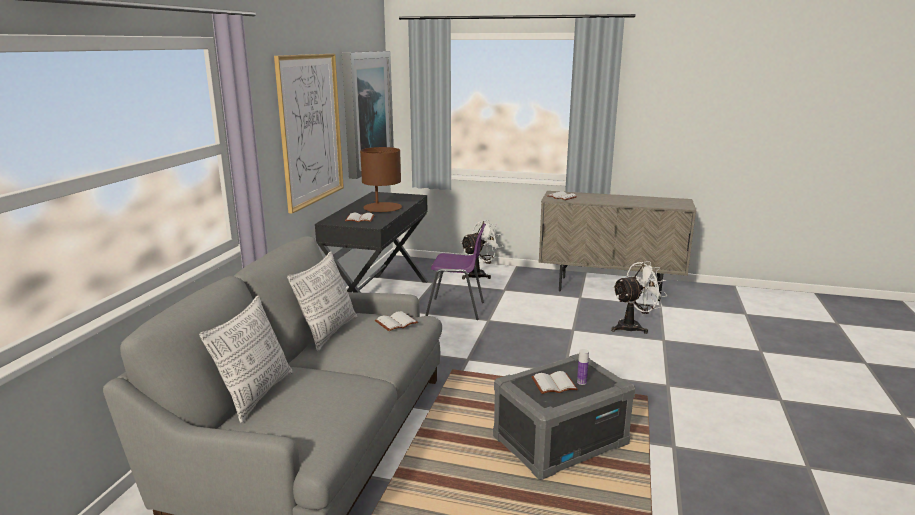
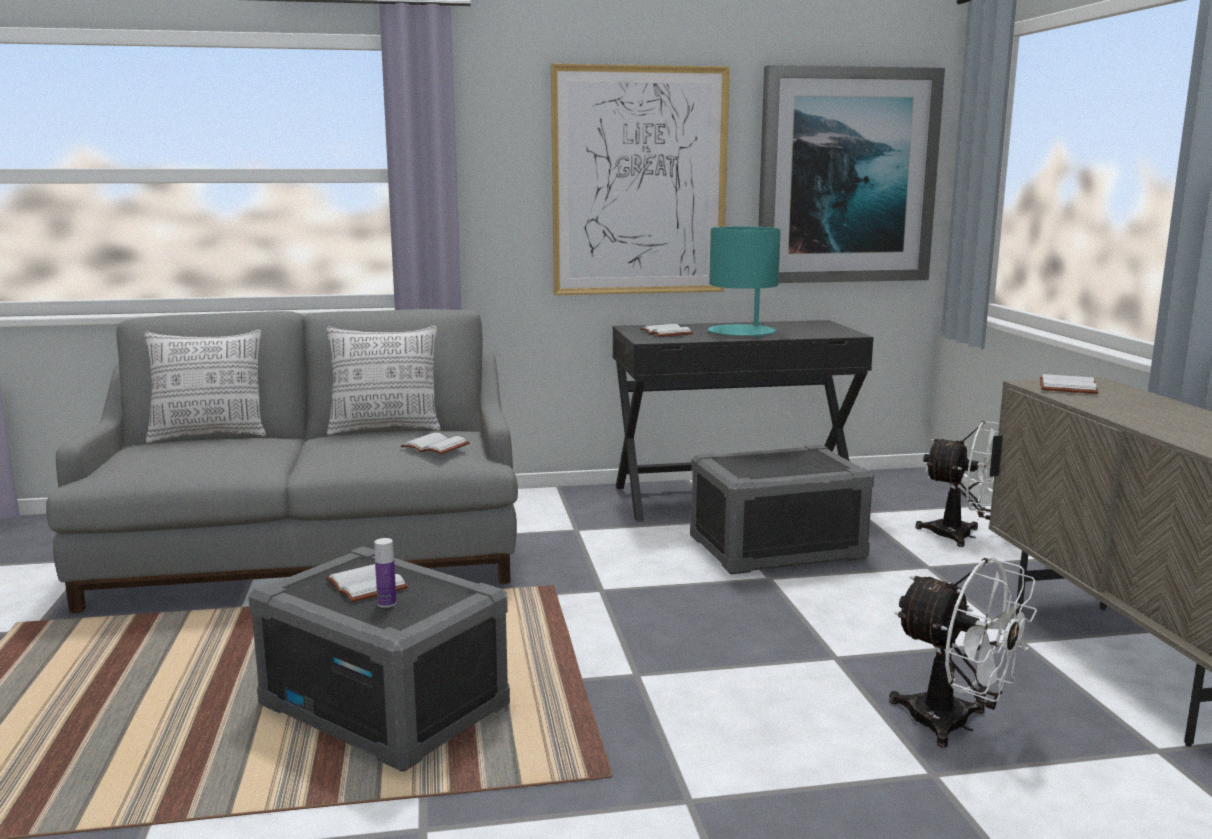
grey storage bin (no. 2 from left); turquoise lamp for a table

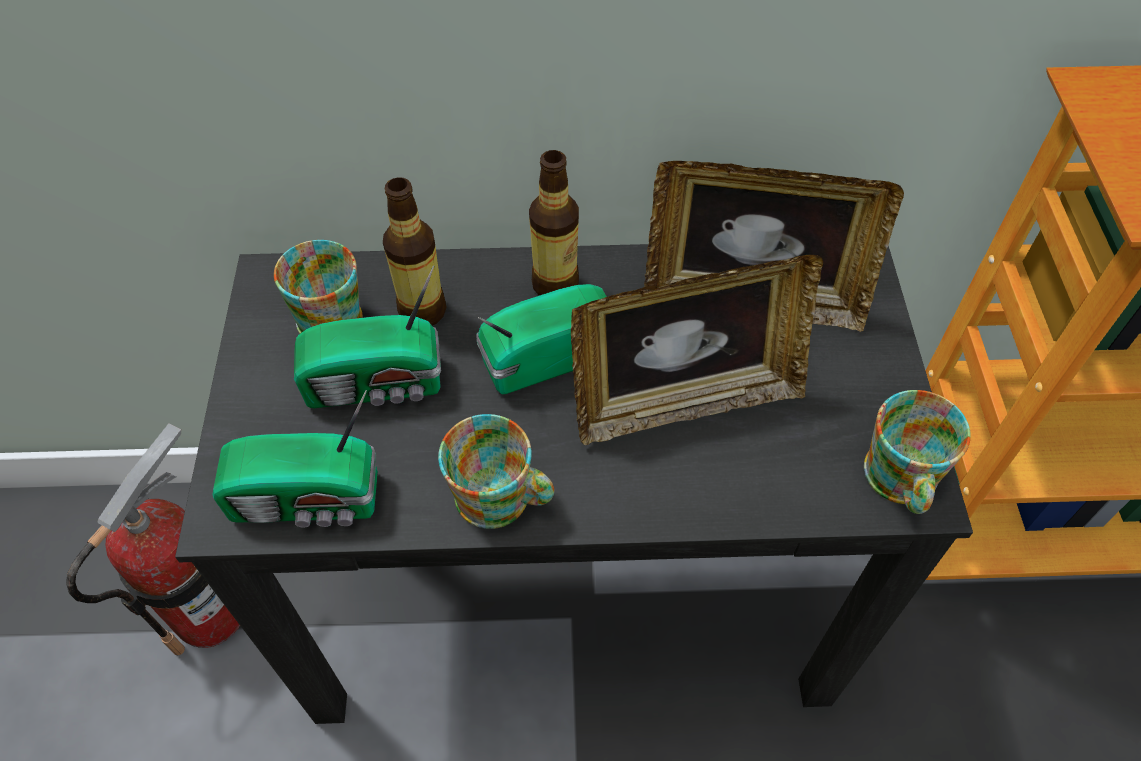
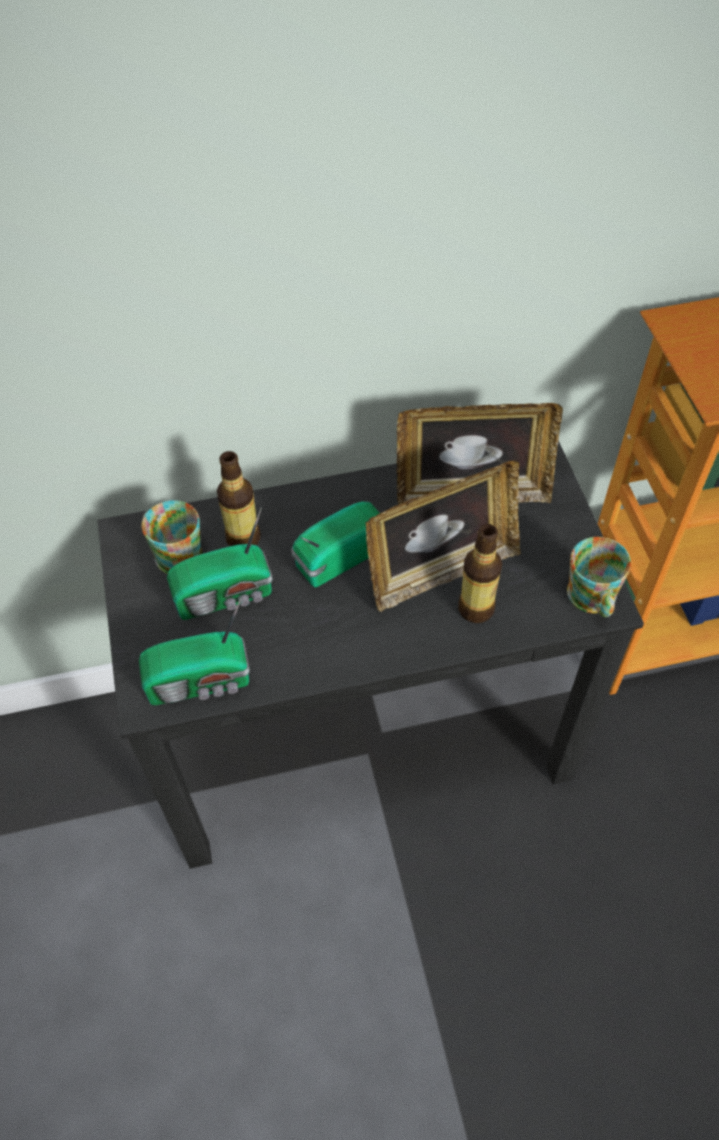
fire extinguisher; mug (no. 2 from left in the first image); bottle (no. 2 from left)

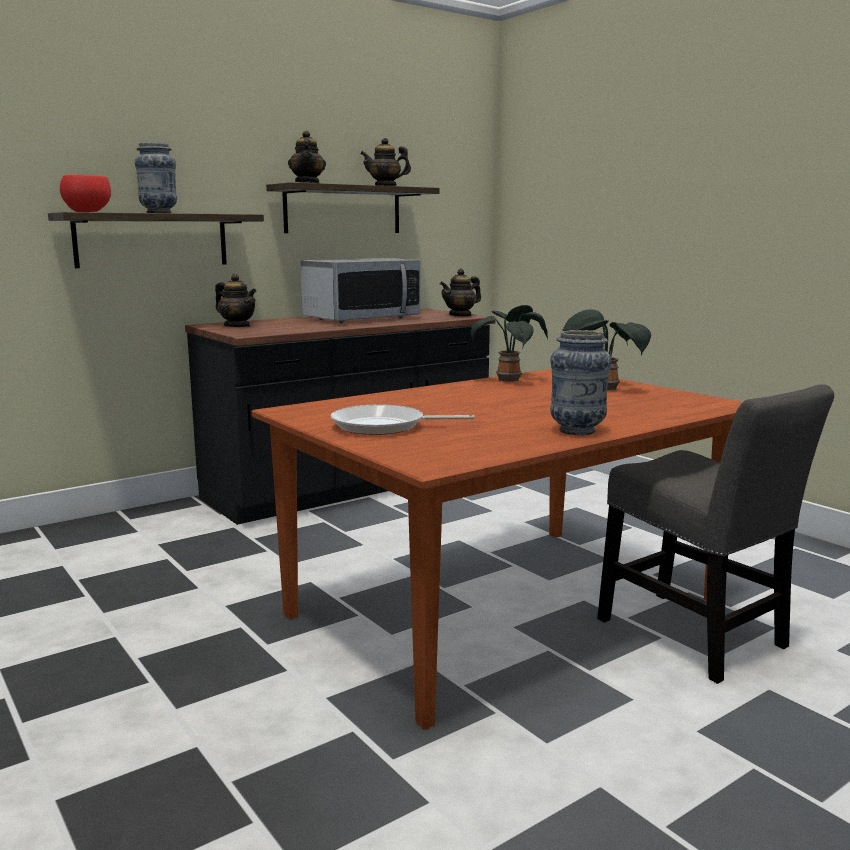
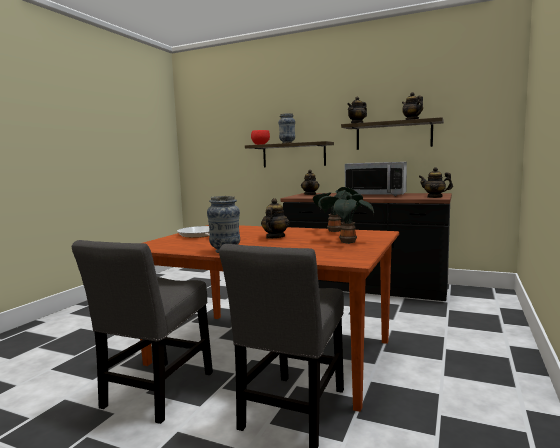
grey plain chair (no. 1 from left); tea pot (no. 1 from left)

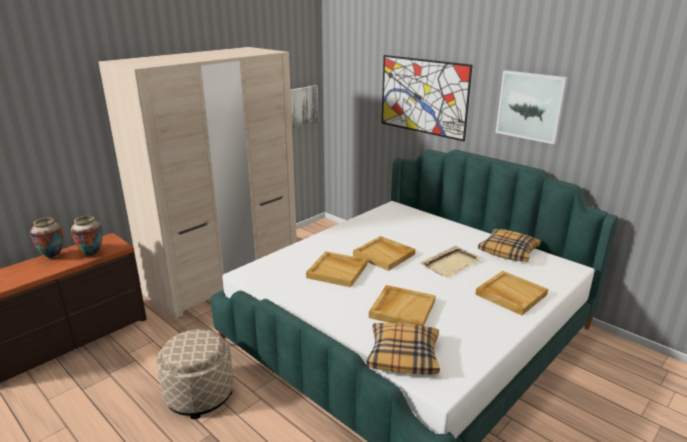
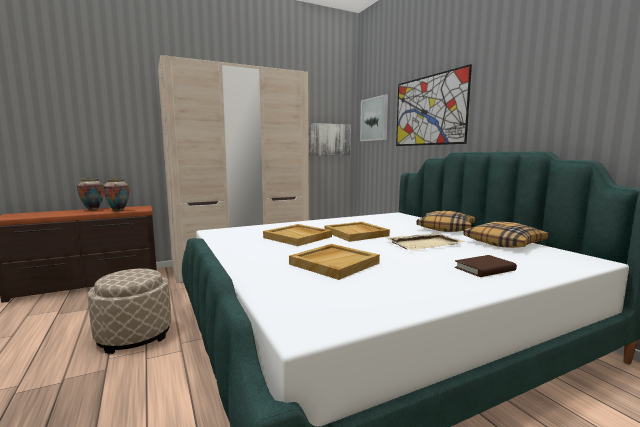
throw pillow (no. 1 from left); picture (no. 2 from left); brownish book

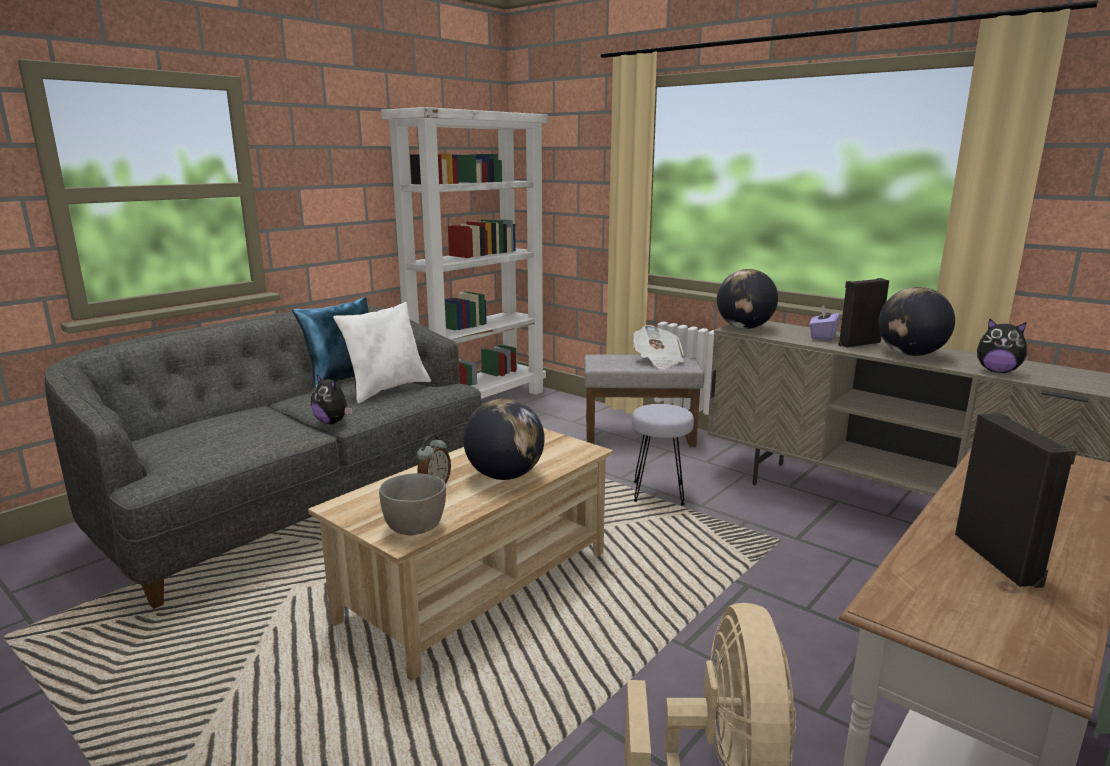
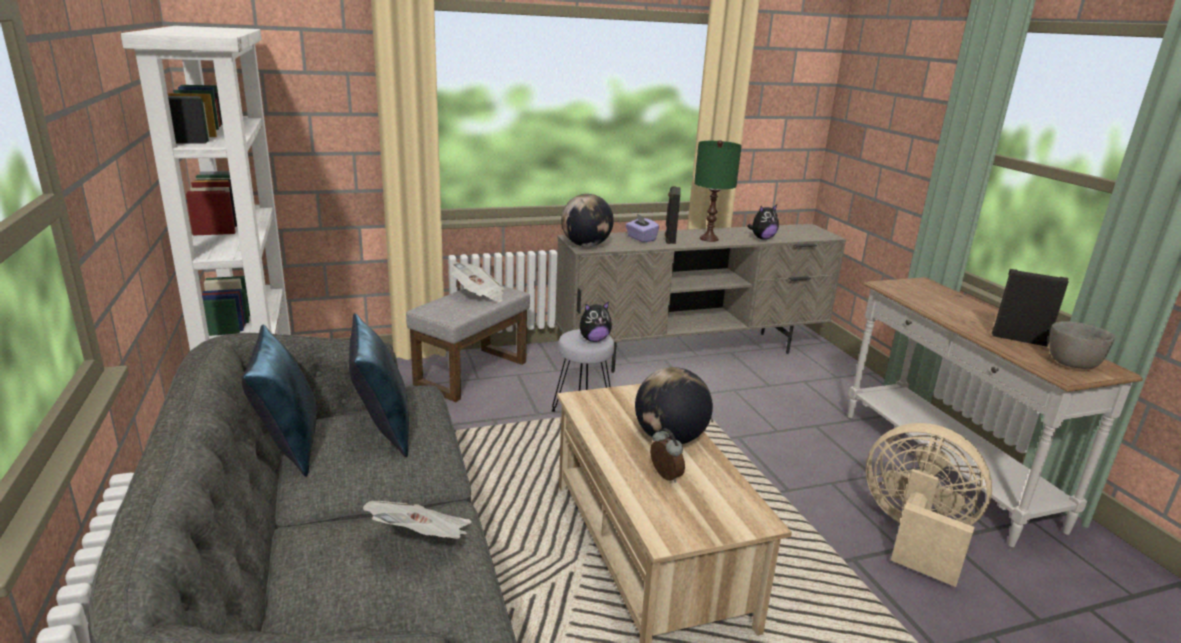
daily paper (no. 1 from left); soft toy (no. 1 from left); grey bowl; green-coloured lamp for a table; blue-coloured throw pillow (no. 2 from left)

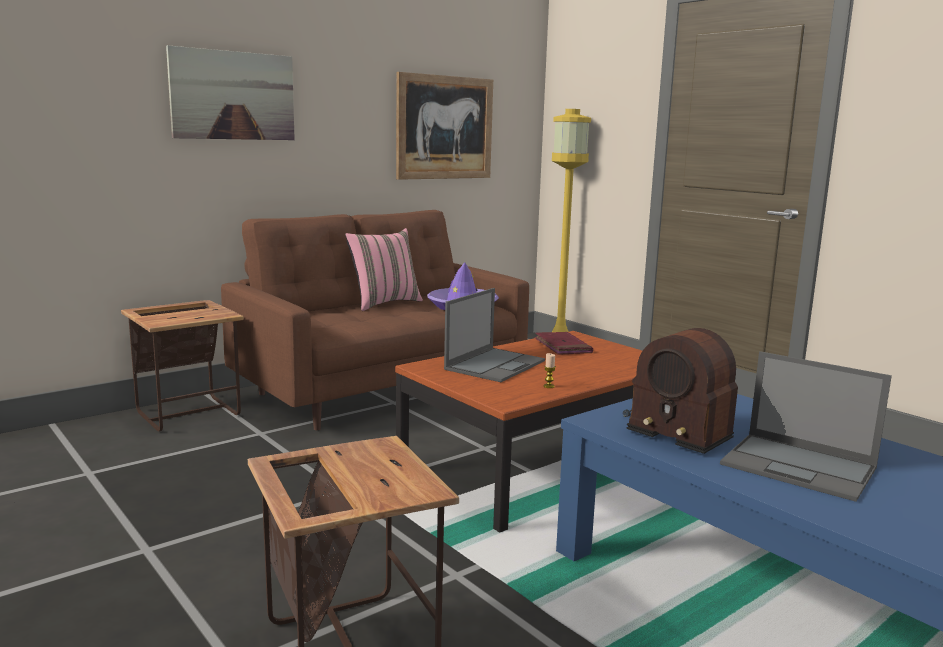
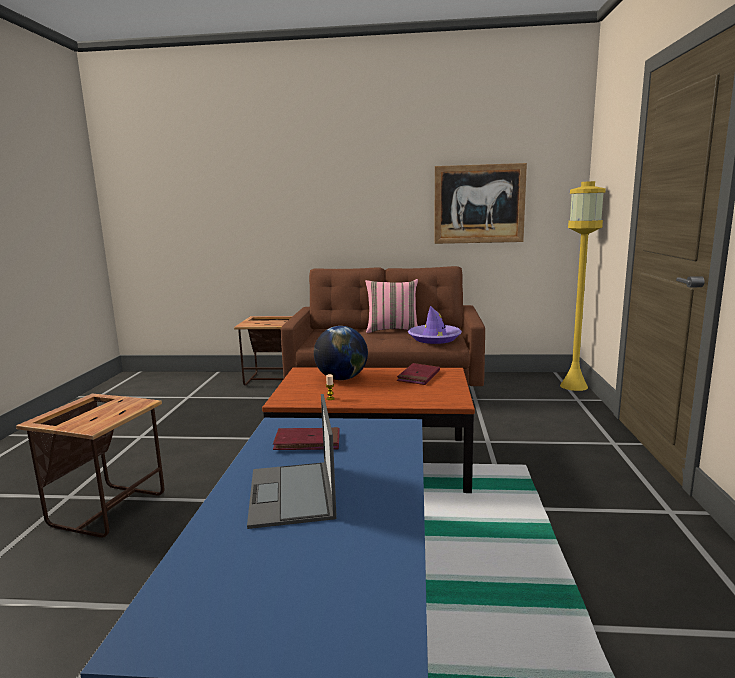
picture (no. 1 from left in the first image); desk globe; reddish book (no. 1 from left)

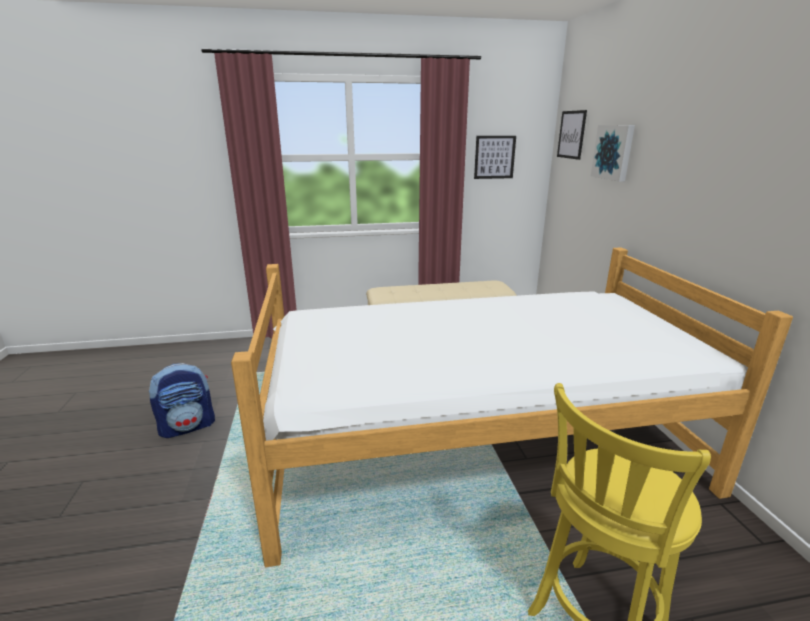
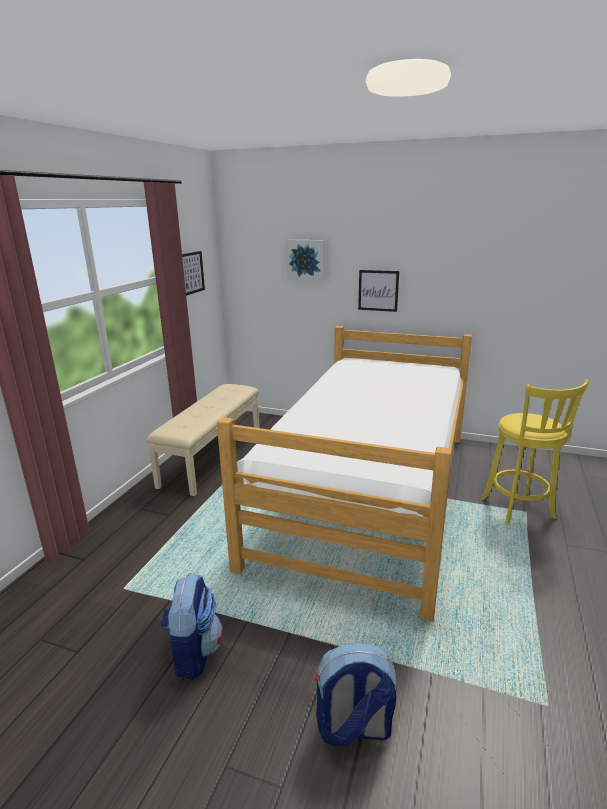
knapsack (no. 2 from left); picture (no. 3 from left)

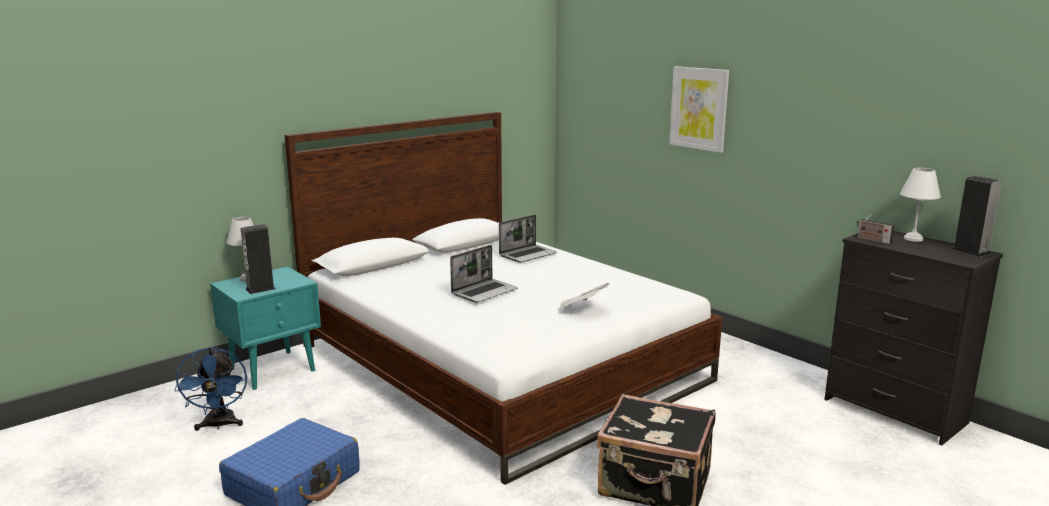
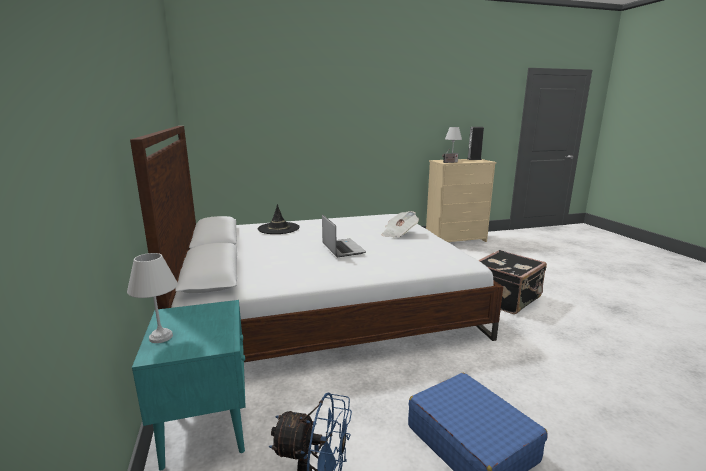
loudspeaker (no. 1 from left in the first image); picture; black-coloured wearable hat; beige chest of drawers

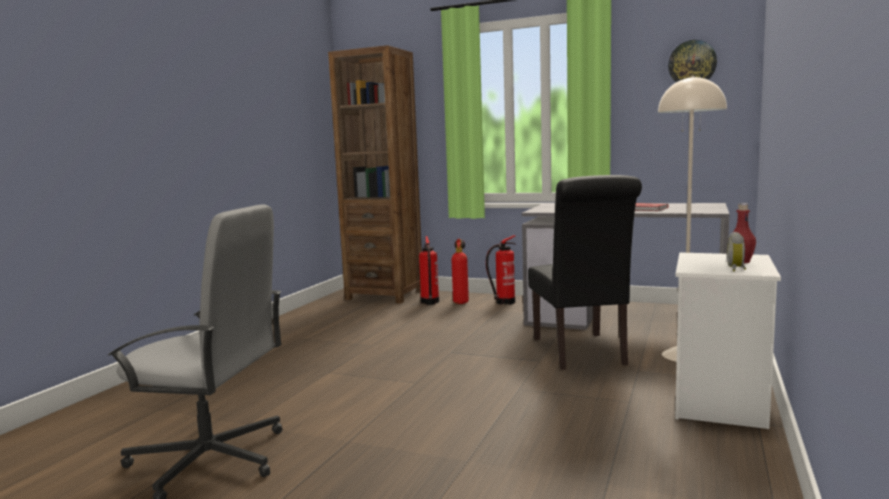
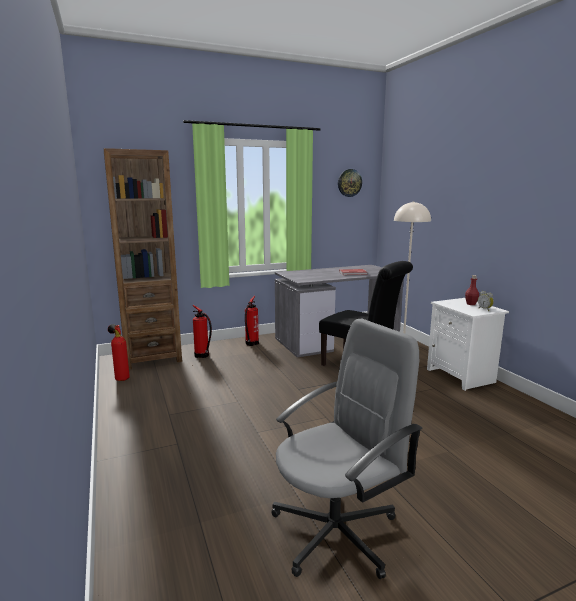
fire extinguisher (no. 1 from left)

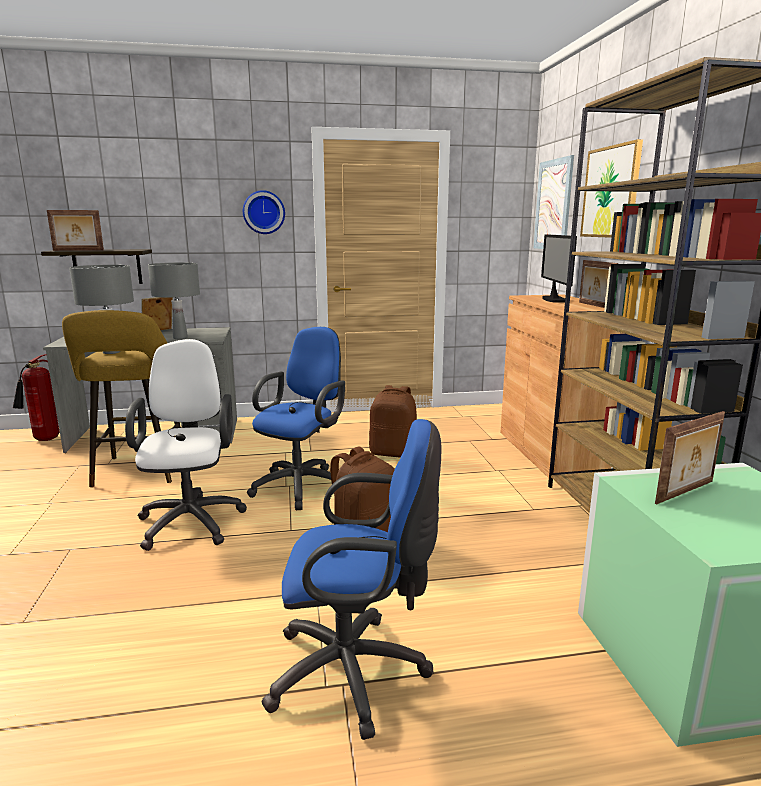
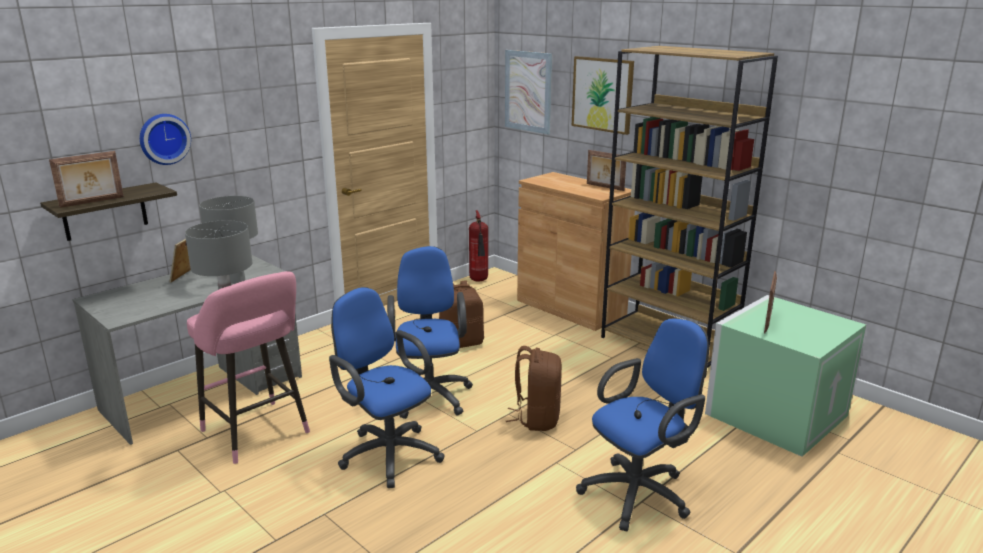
monitor; fire extinguisher; clock on the wall; pinkish stool; blue-coloured office chair (no. 1 from left)

